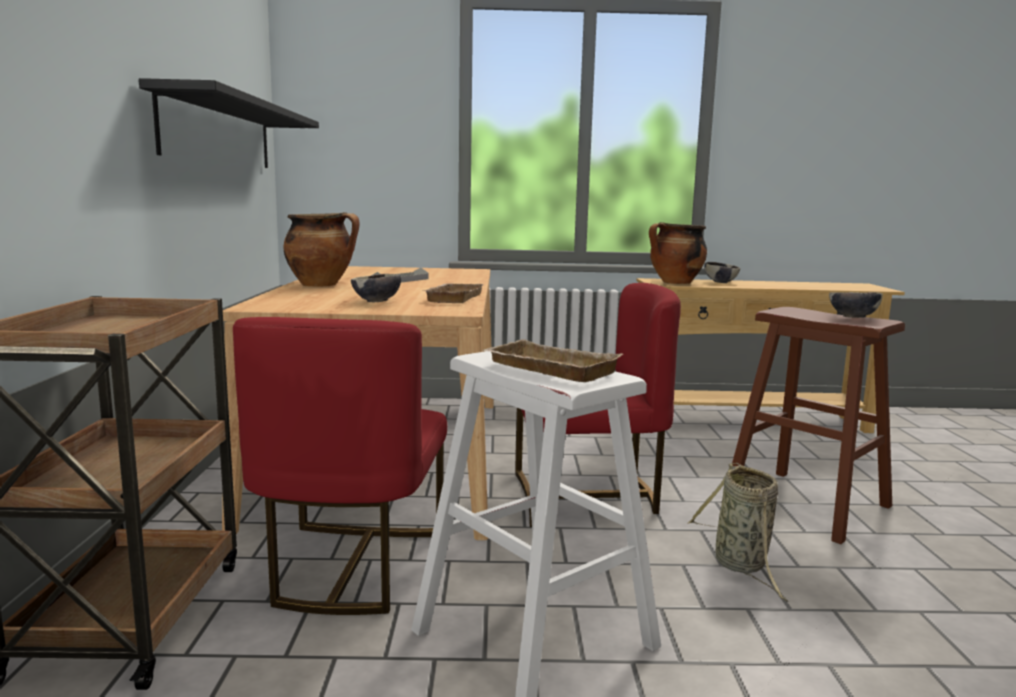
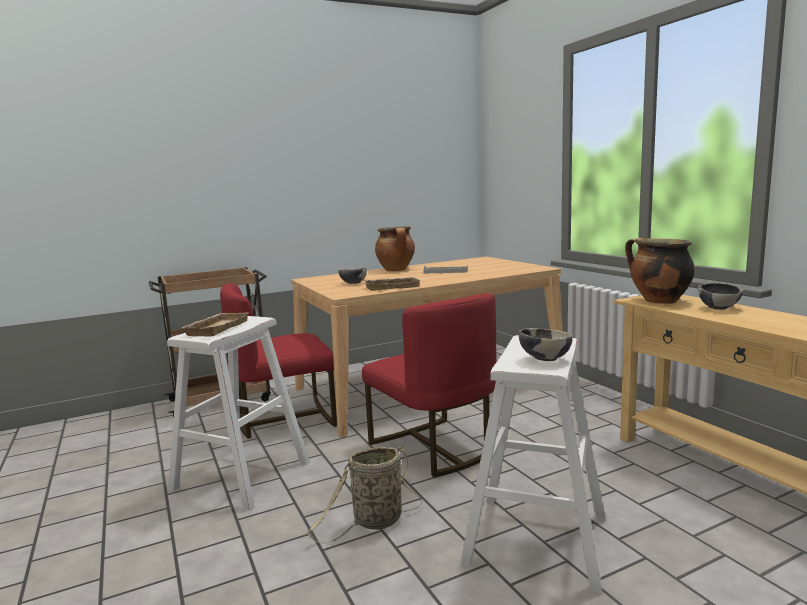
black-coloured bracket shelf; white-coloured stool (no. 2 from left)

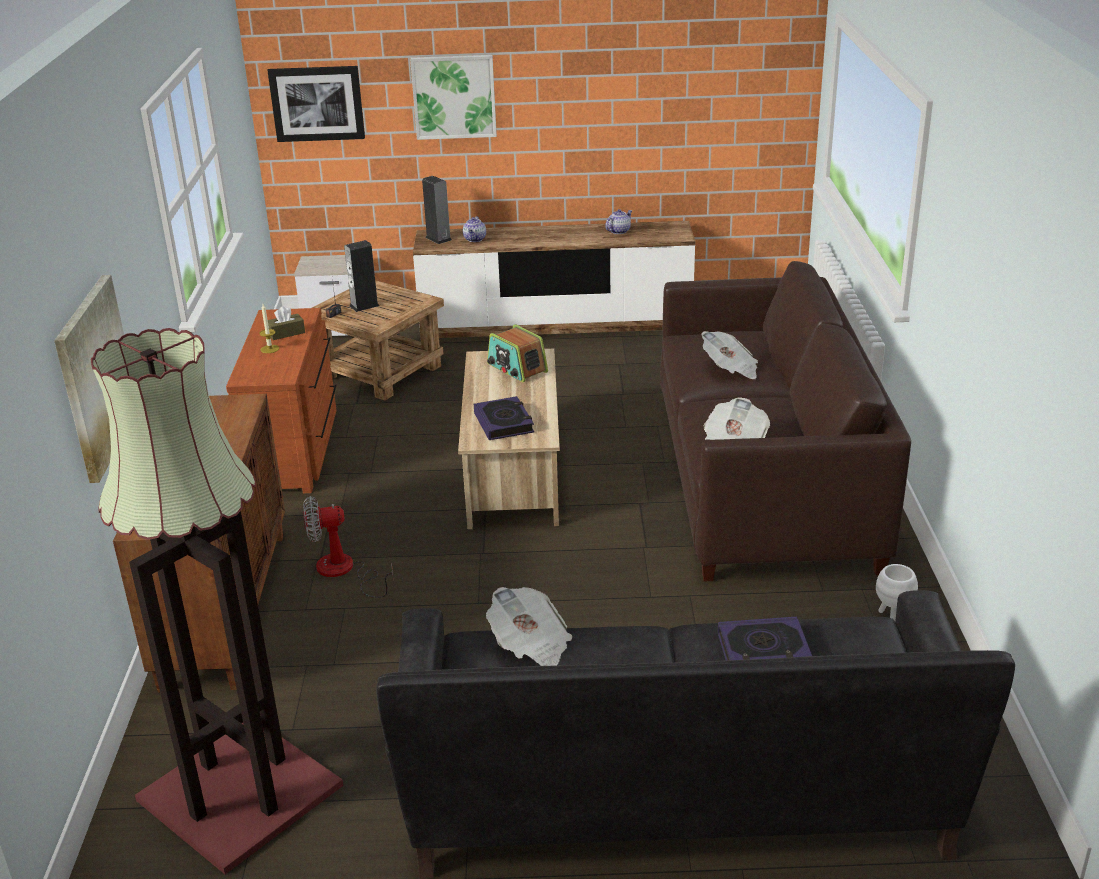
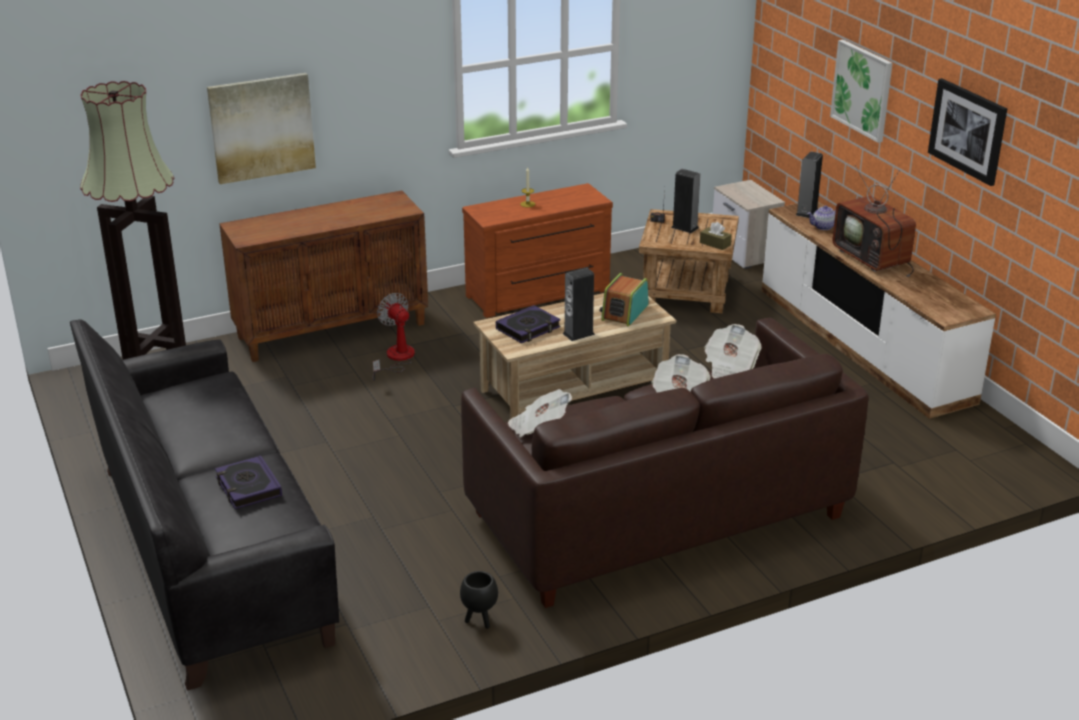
tea pot (no. 2 from left in the first image); loudspeaker (no. 1 from left); television; picture (no. 3 from left); brownish box of tissues; daily paper (no. 3 from left); black-coloured planter

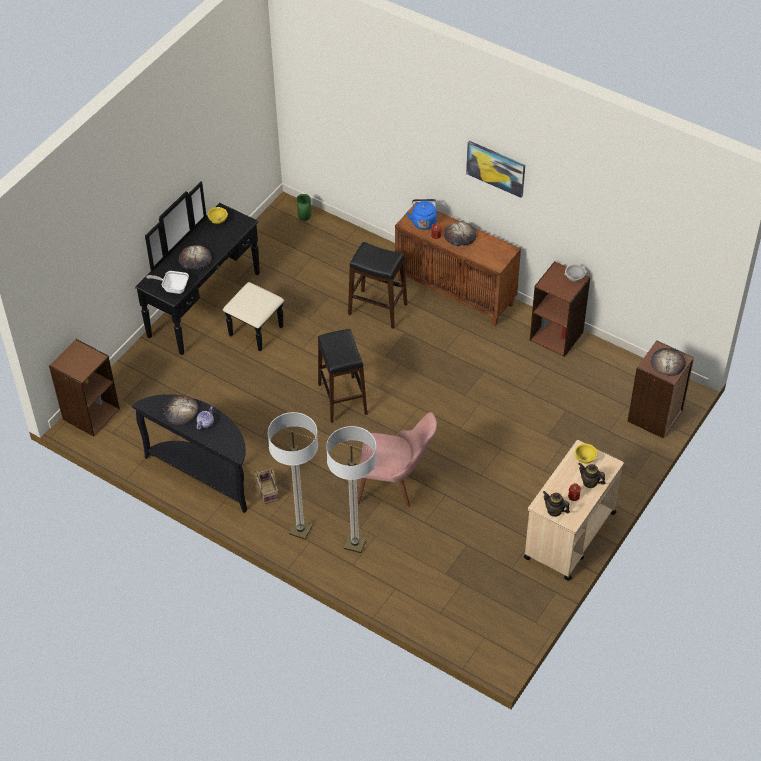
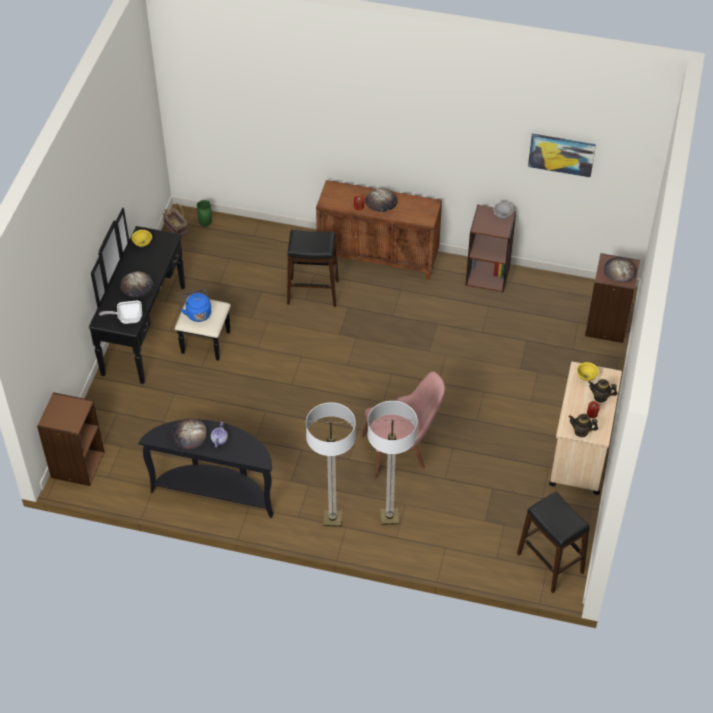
storage basket; black-coloured stool (no. 2 from left); blue-coloured water kettle; picture

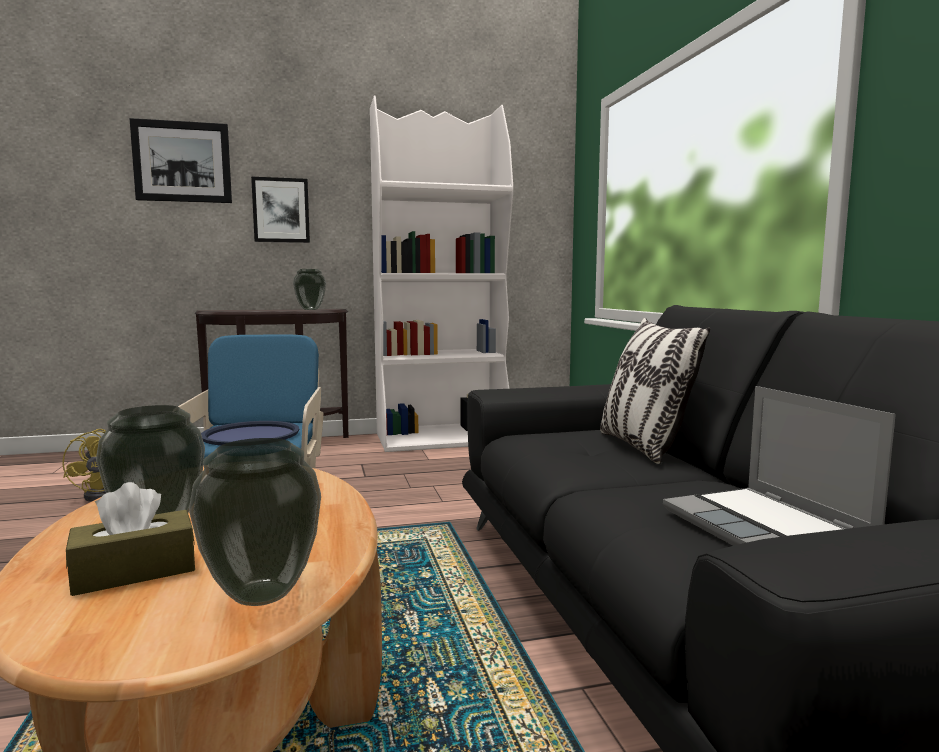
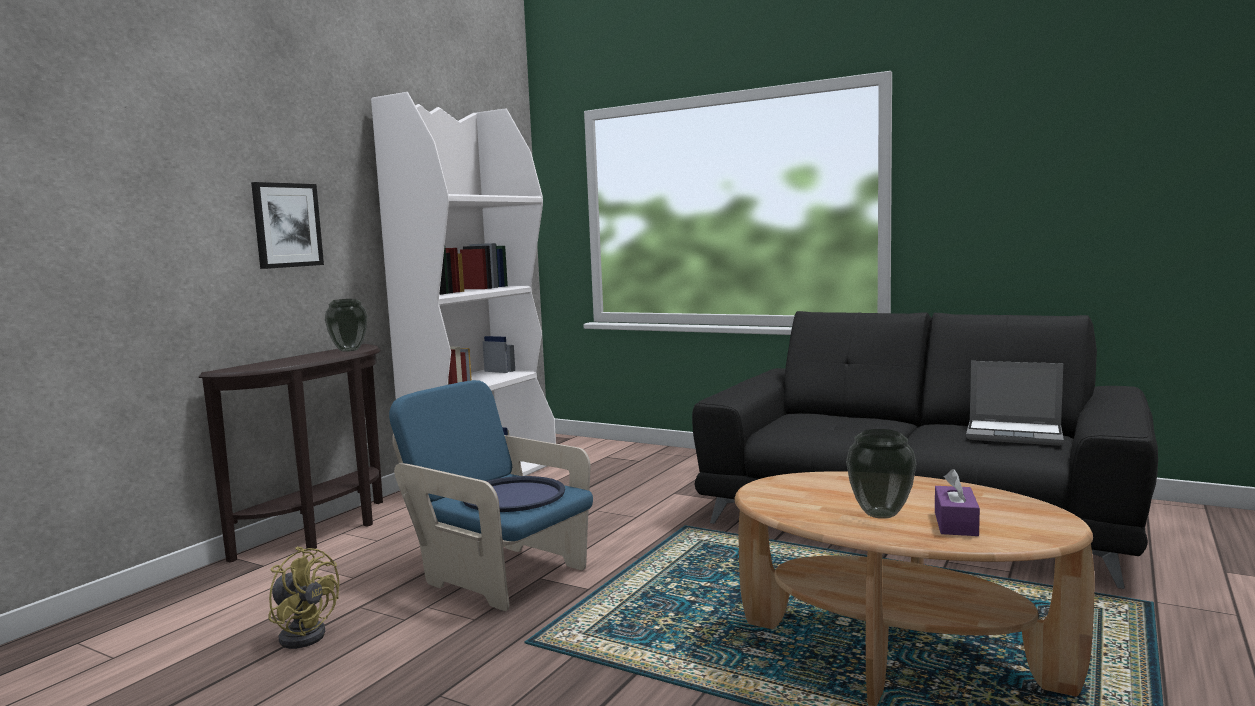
picture (no. 1 from left in the first image); decorative vase (no. 2 from left in the first image); throw pillow; purple-coloured box of tissues

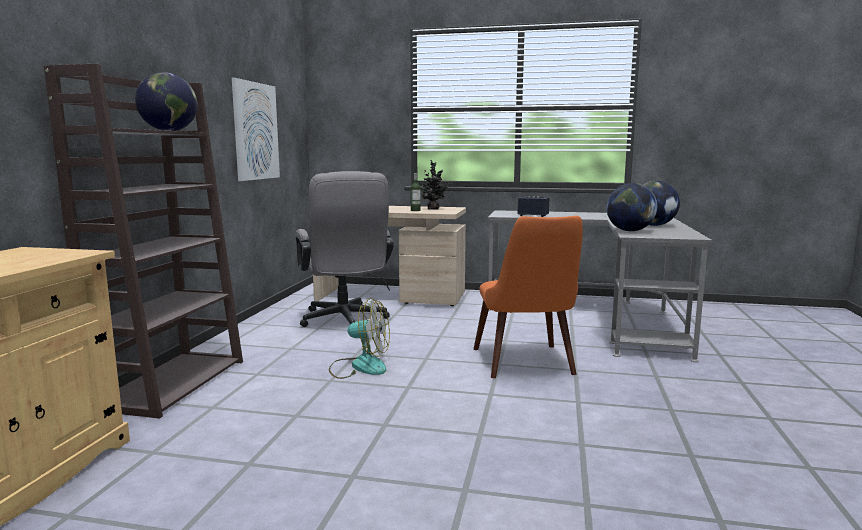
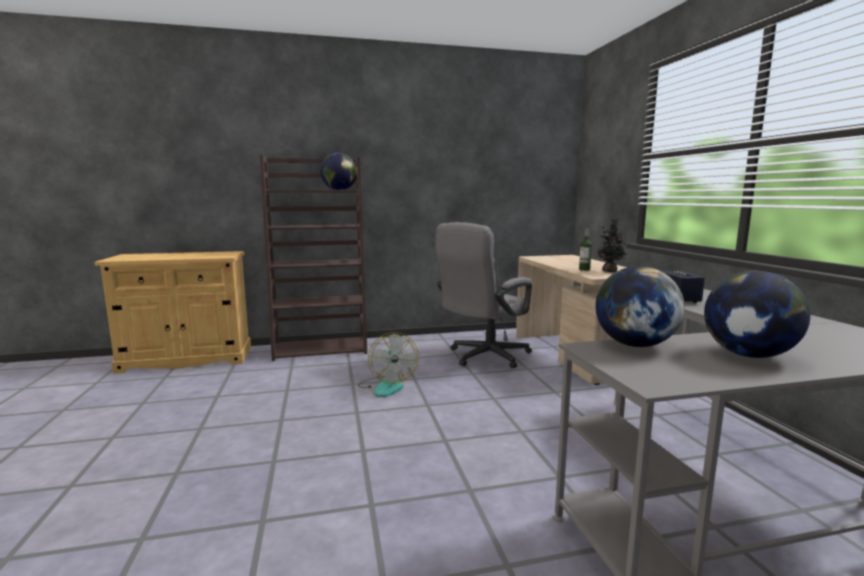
picture; orange-coloured plain chair

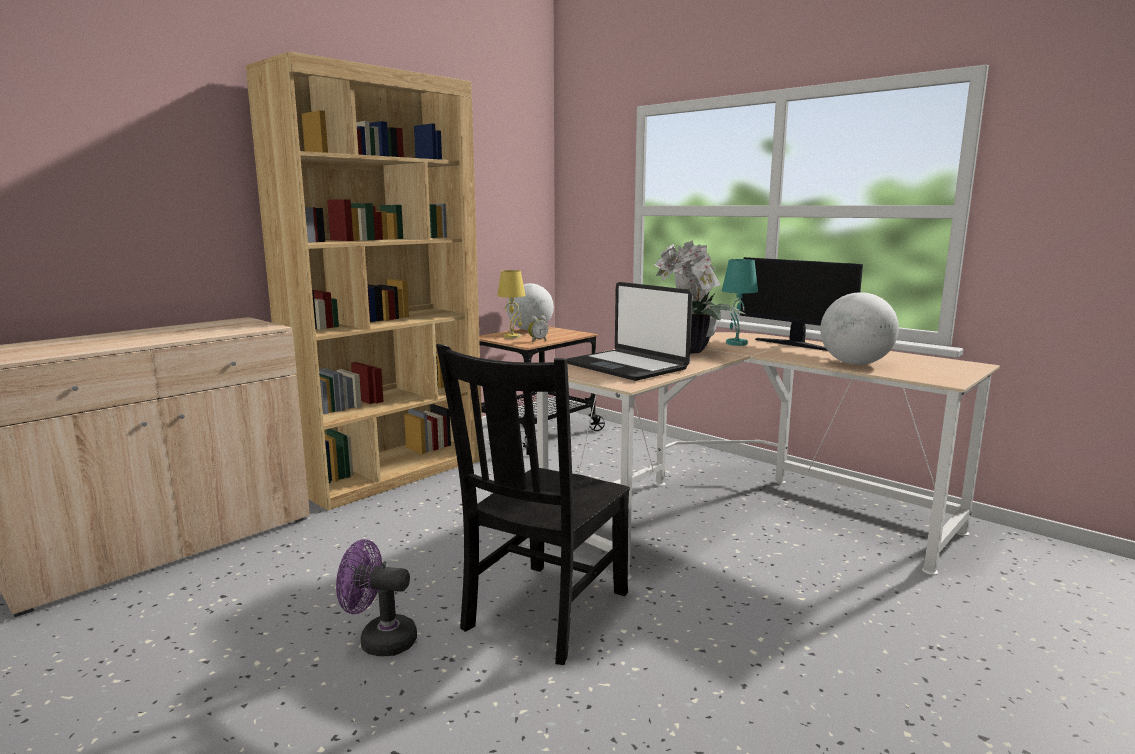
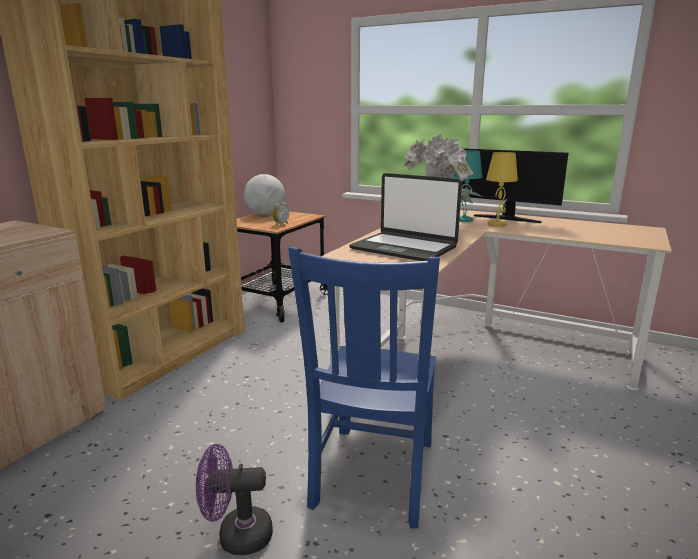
desk globe (no. 2 from left in the first image); yellow-coloured lamp for a table; blue-coloured plain chair

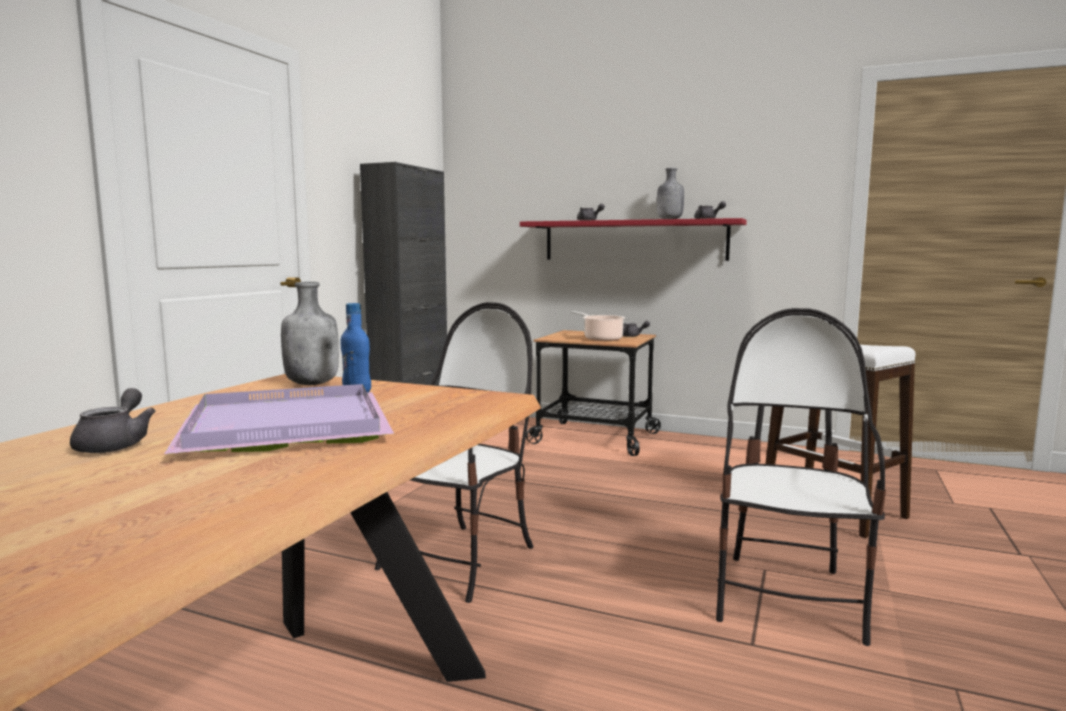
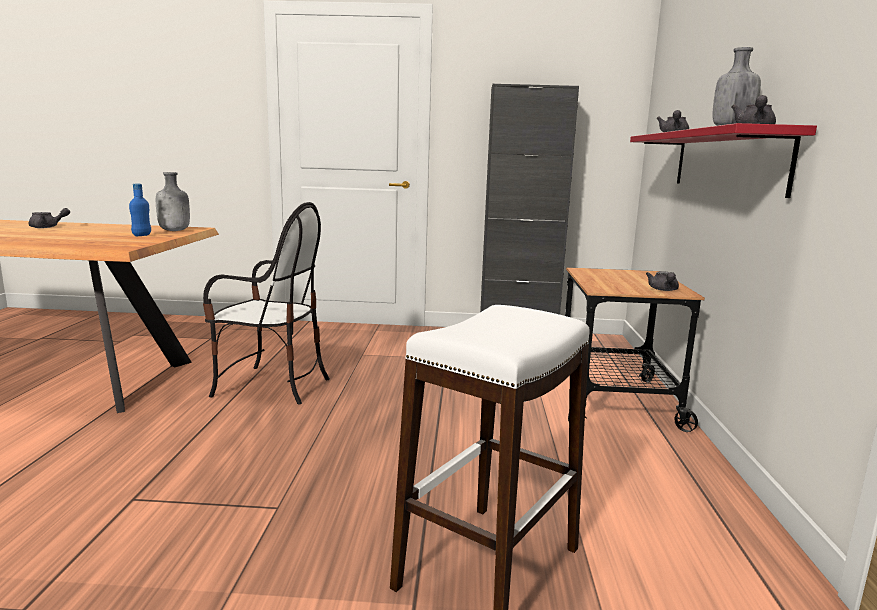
purple-coloured serving tray; stockpot; plain chair (no. 2 from left in the first image)

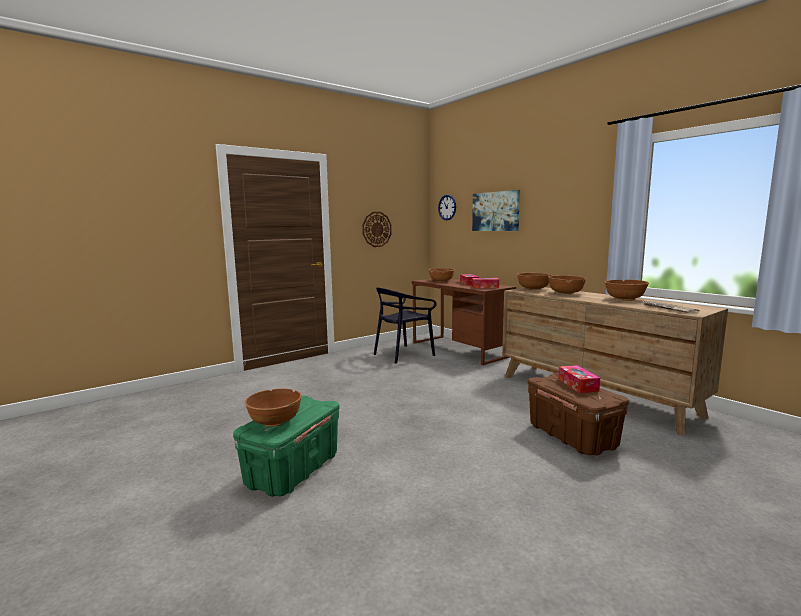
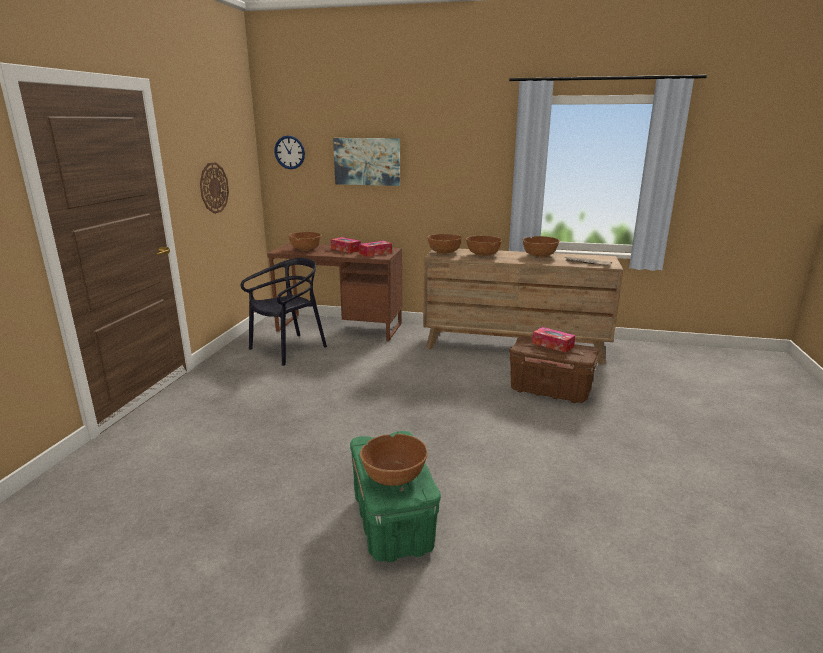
black-coloured plain chair

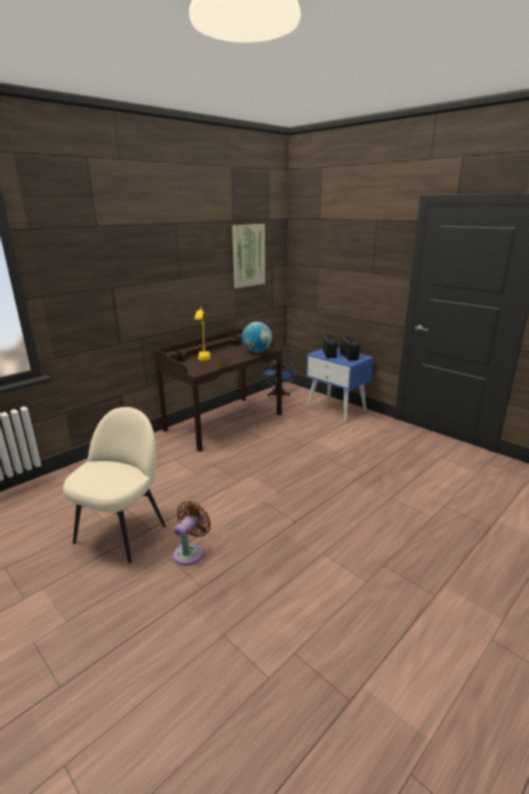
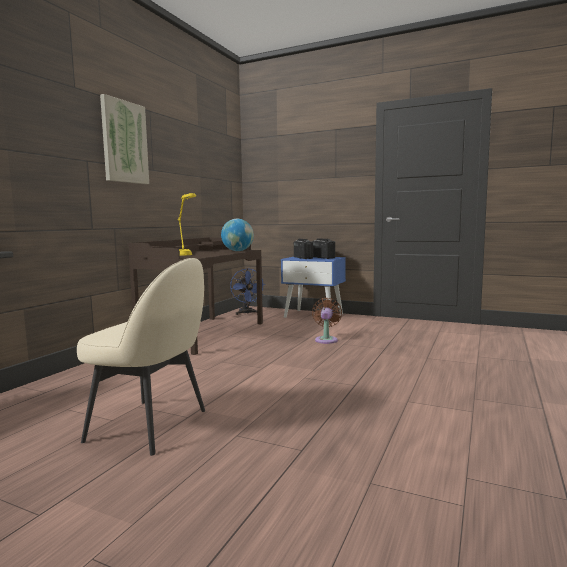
brownish fan; picture; beige plain chair

